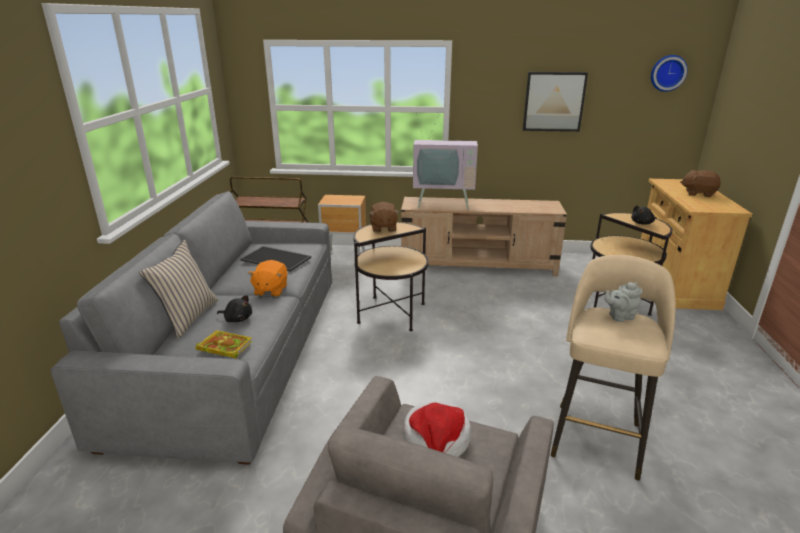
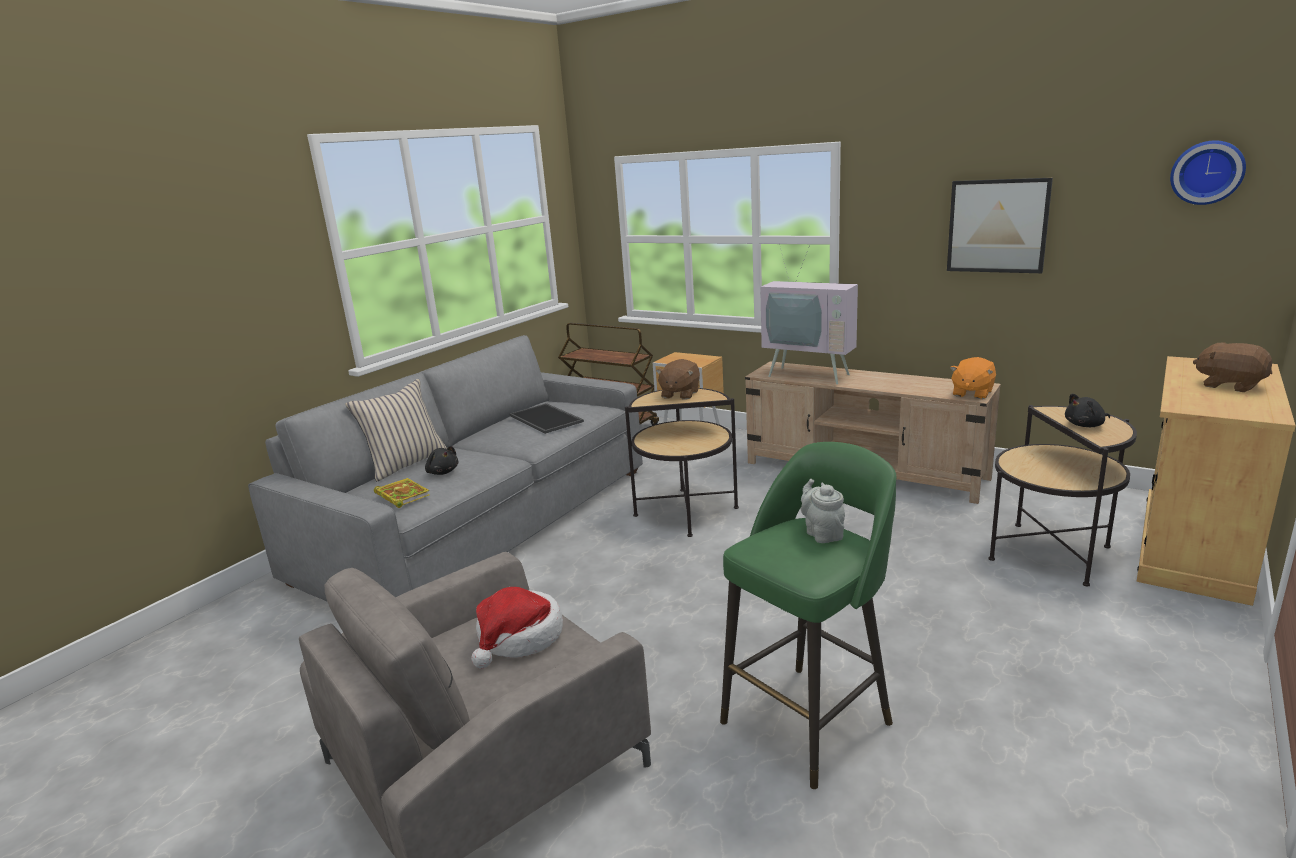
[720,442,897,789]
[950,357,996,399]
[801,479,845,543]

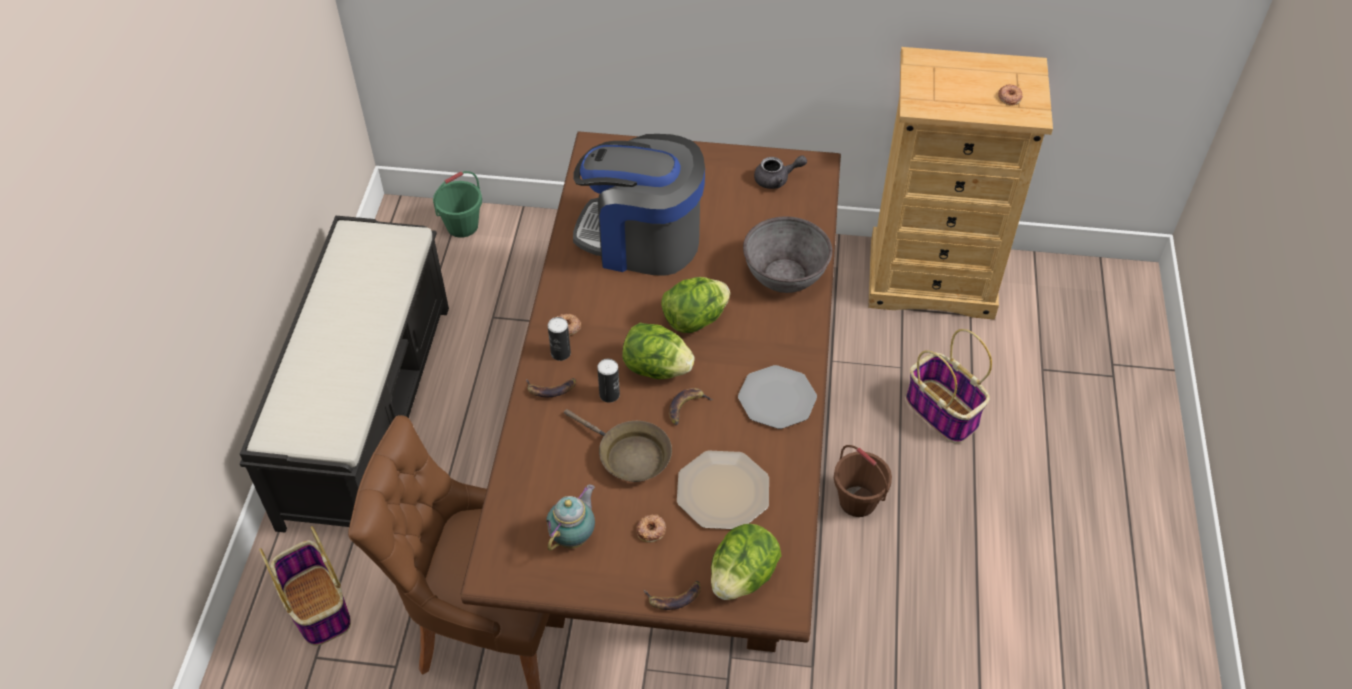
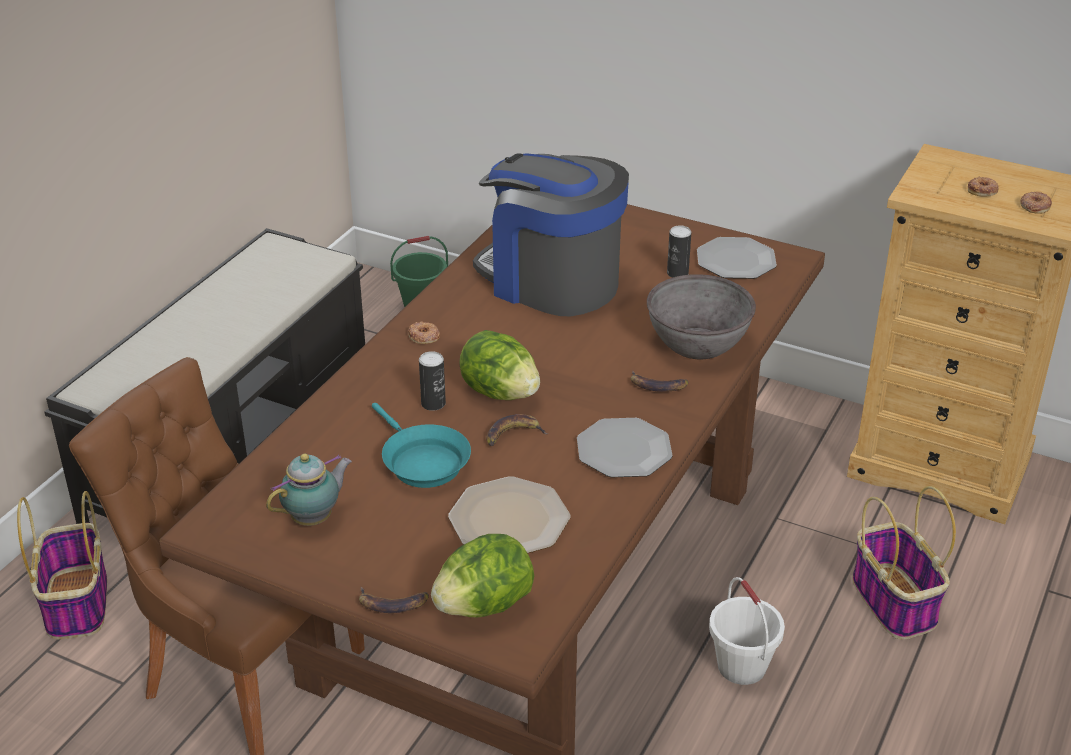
[697,237,777,279]
[661,277,730,333] (first image)
[667,225,691,278]
[631,371,689,392]
[372,403,471,488]
[709,577,785,685]
[968,177,999,197]

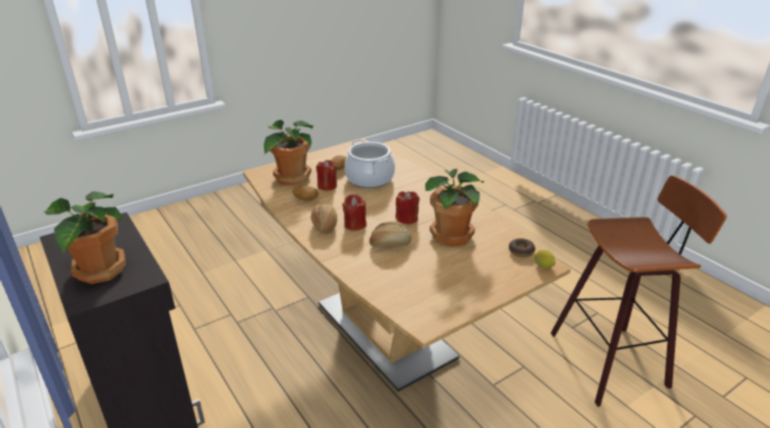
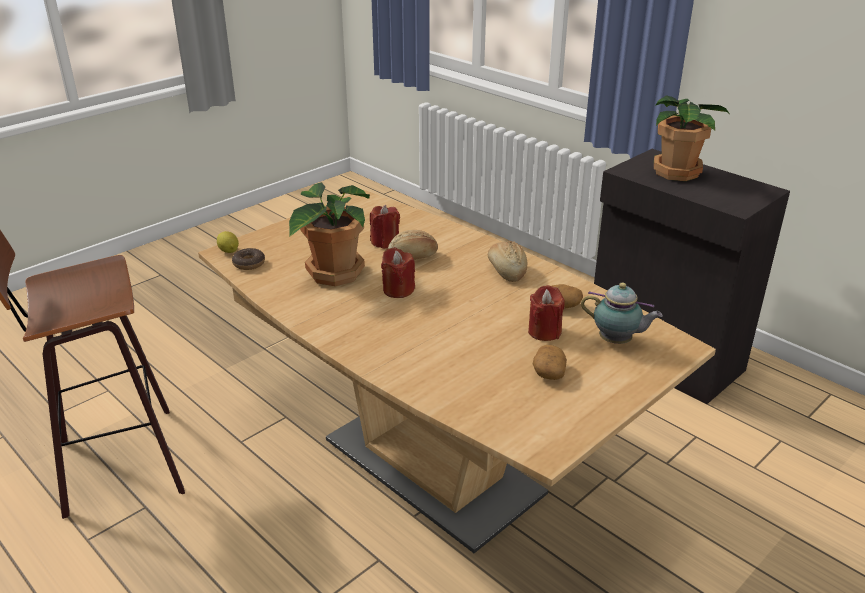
[581,282,663,344]
[344,139,395,188] (first image)
[370,205,400,249]

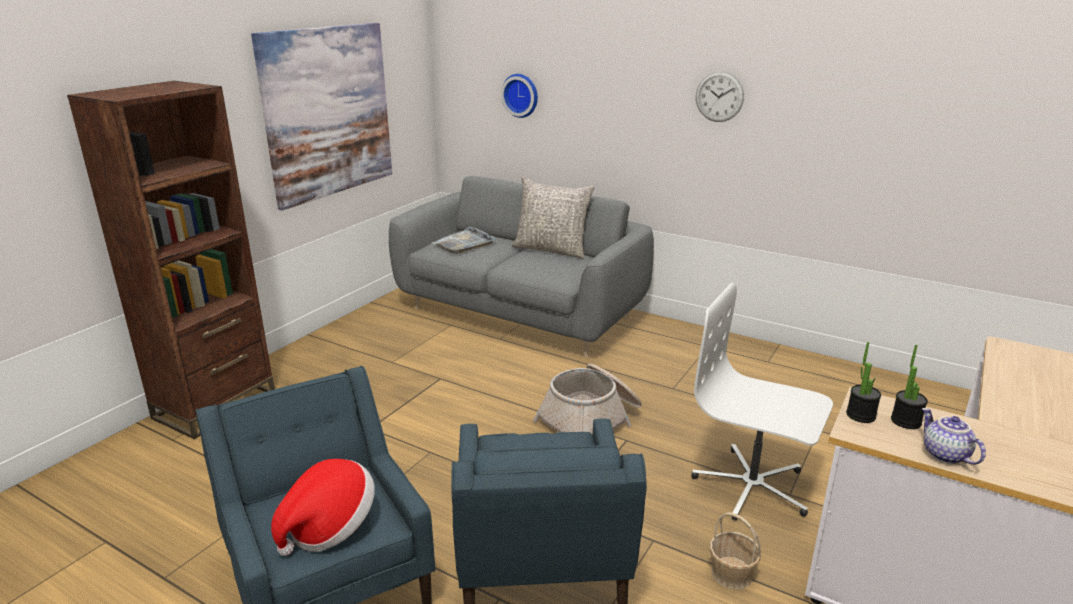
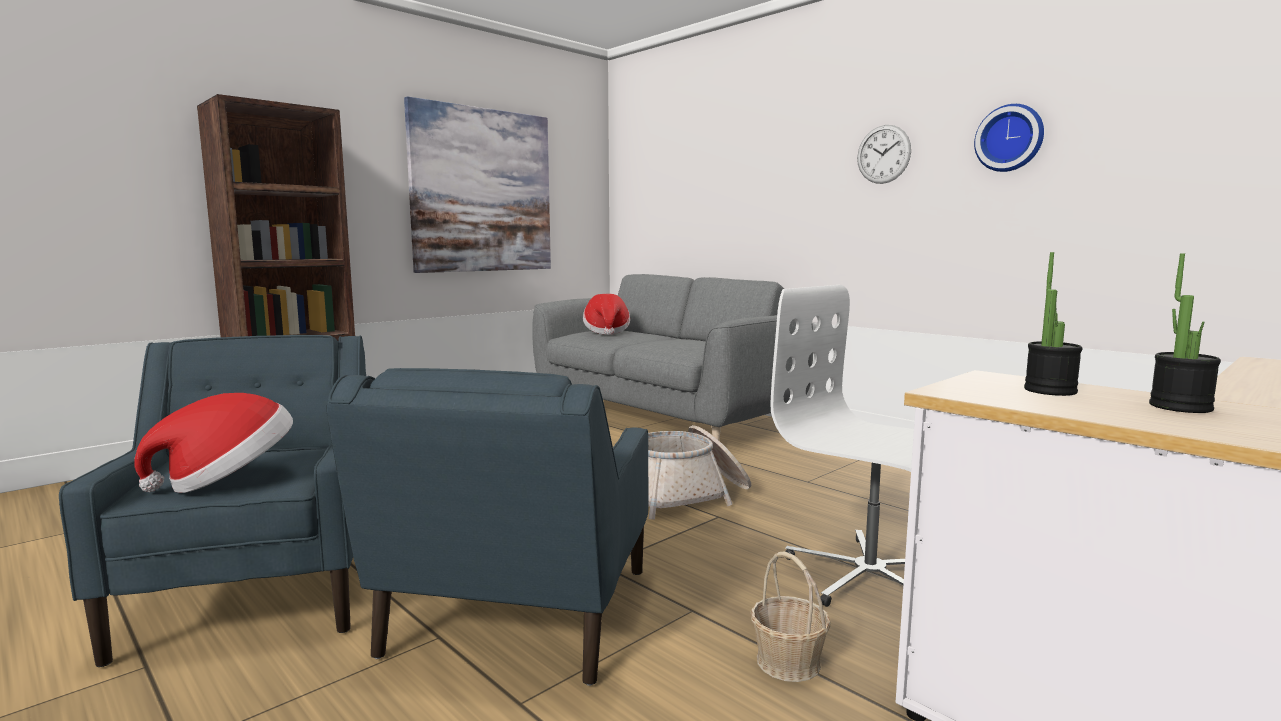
[974,104,1044,172]
[511,177,595,259] (first image)
[583,294,630,335]
[1149,253,1221,413]
[922,408,986,465] (first image)

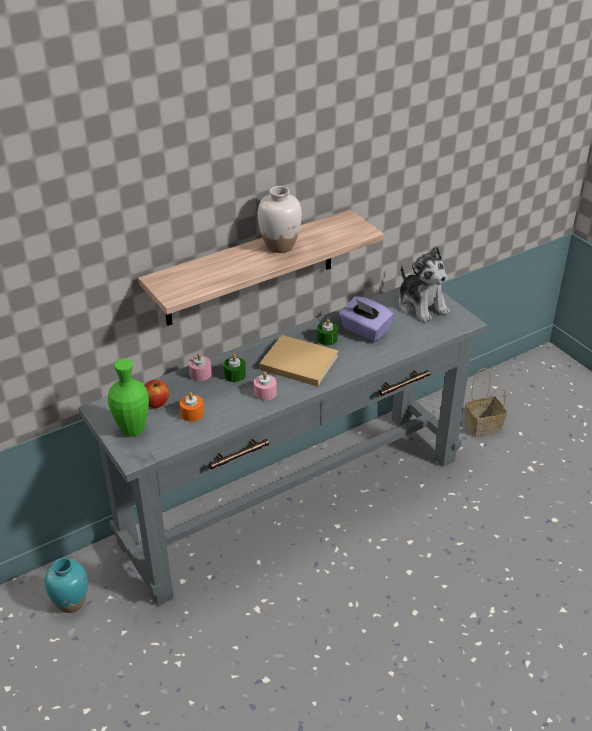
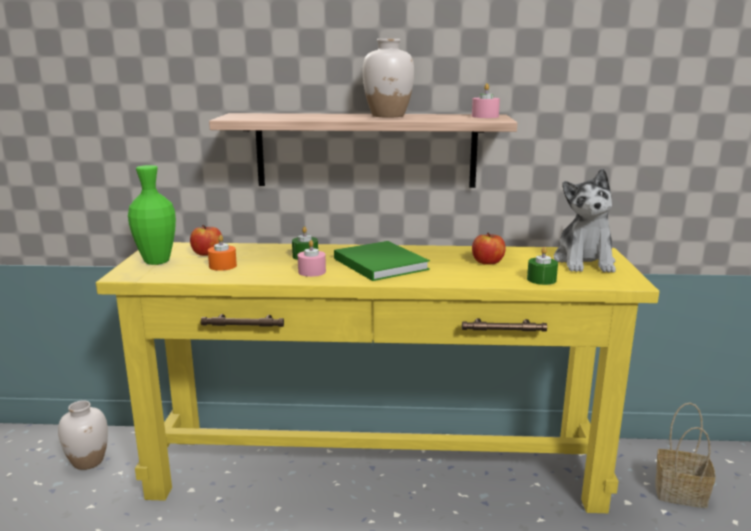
[96,242,659,513]
[472,233,506,265]
[527,247,558,285]
[334,241,430,281]
[472,83,500,118]
[58,400,108,470]

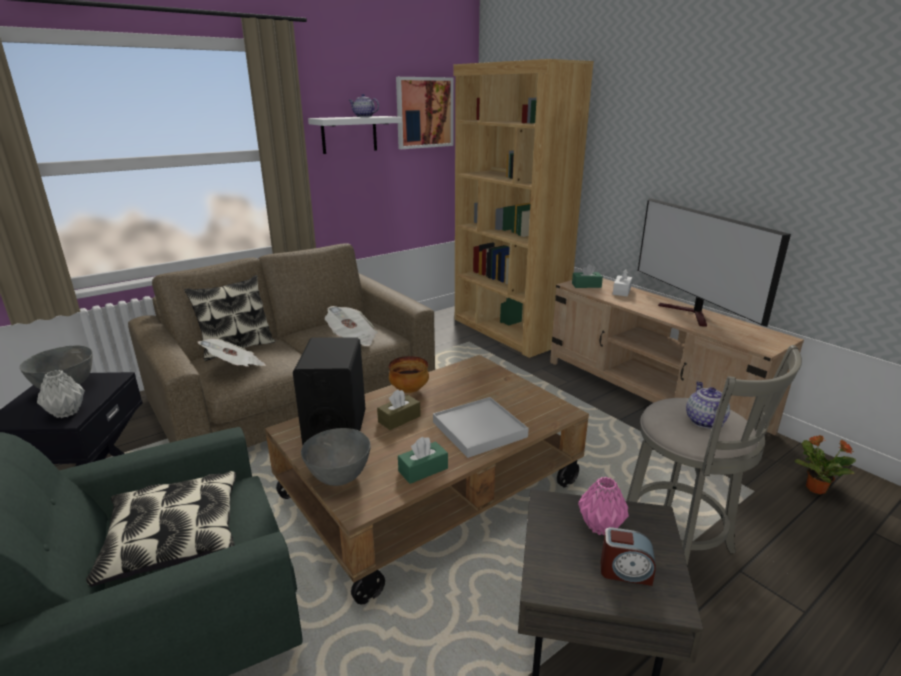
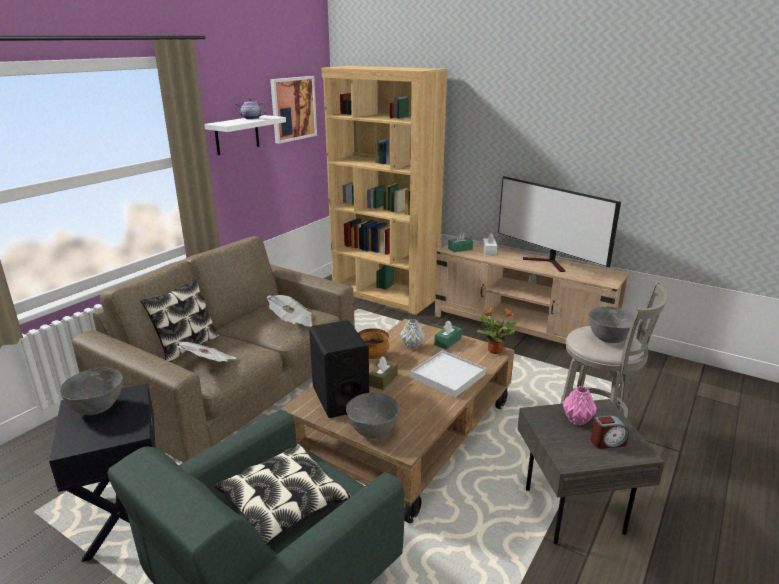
[400,319,425,350]
[589,306,639,343]
[476,308,517,354]
[434,321,462,350]

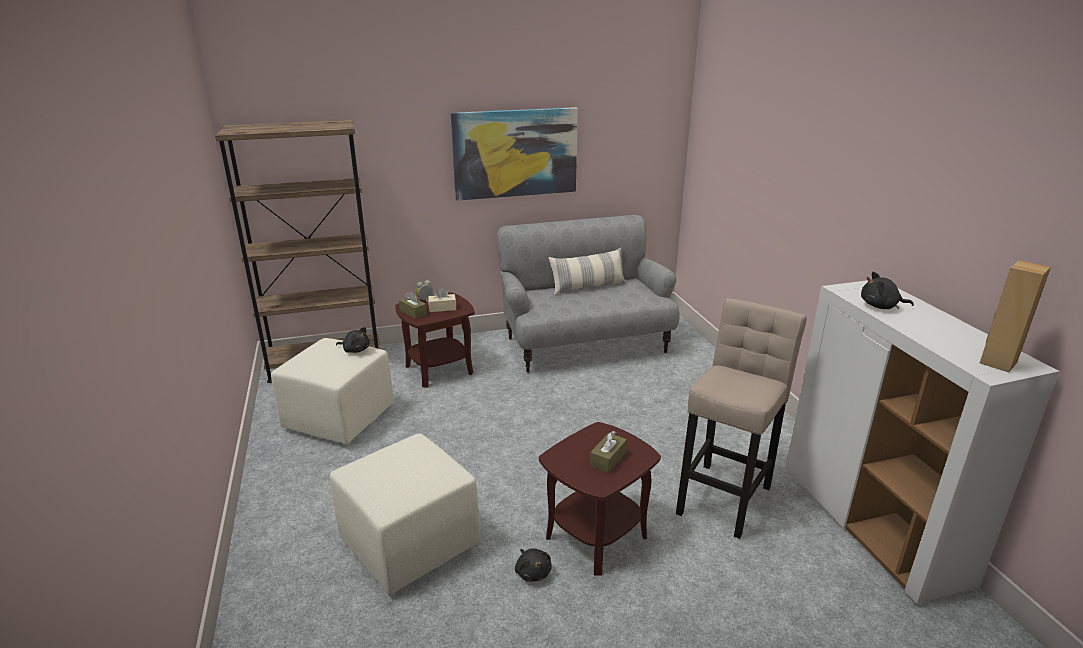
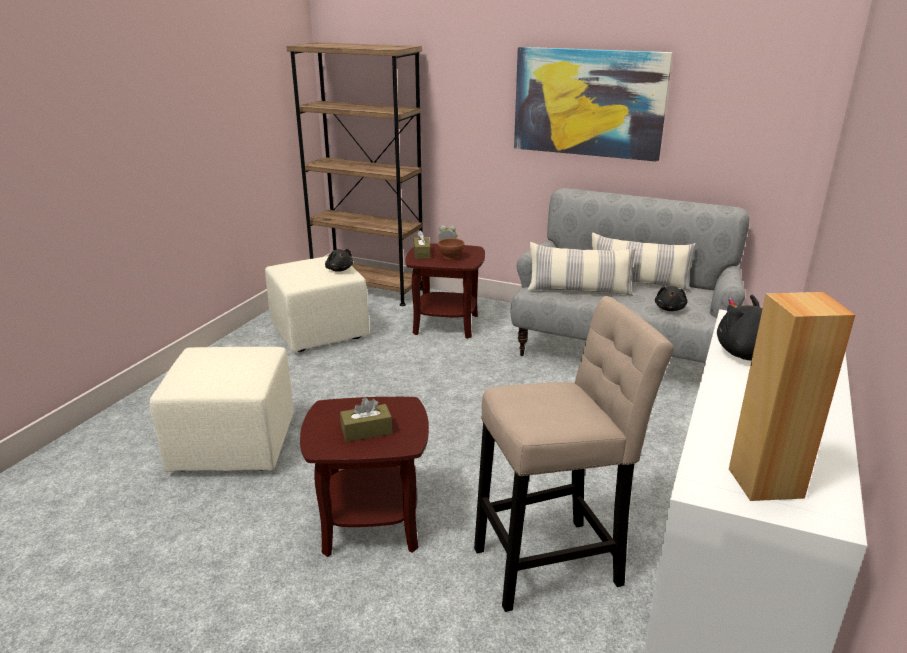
[438,238,464,260]
[655,286,687,311]
[527,242,636,296]

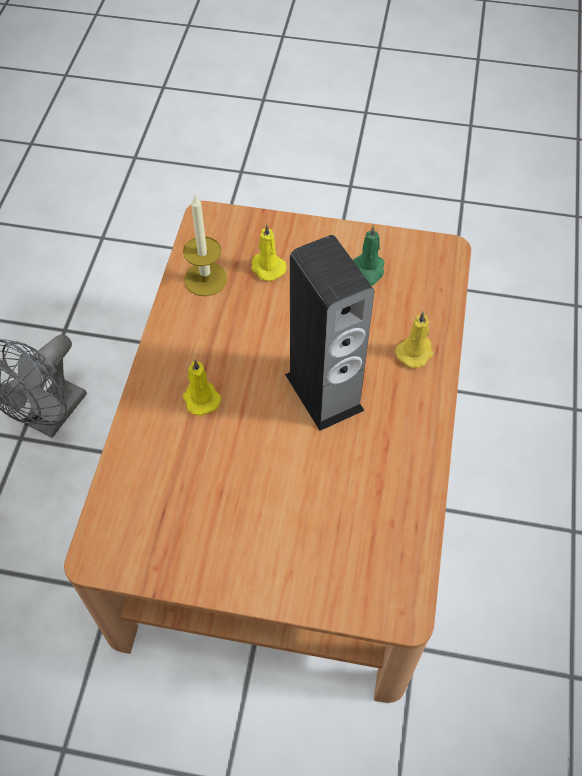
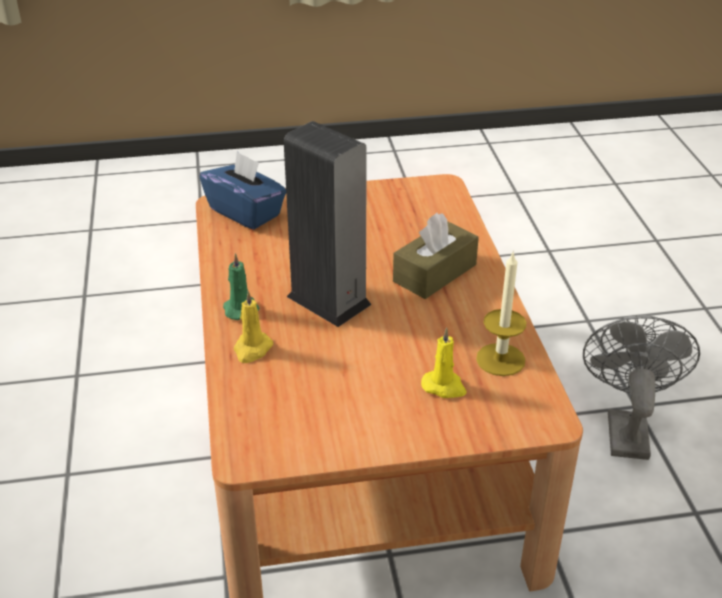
[223,253,260,320]
[393,213,479,299]
[199,151,286,230]

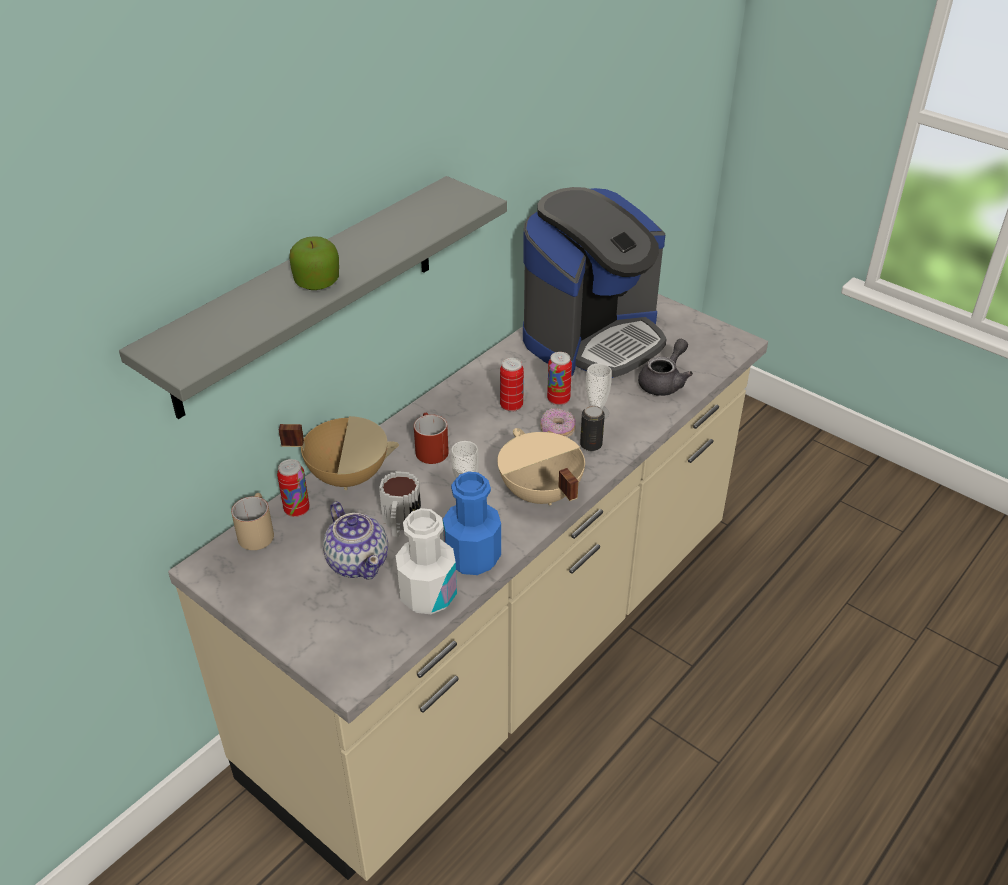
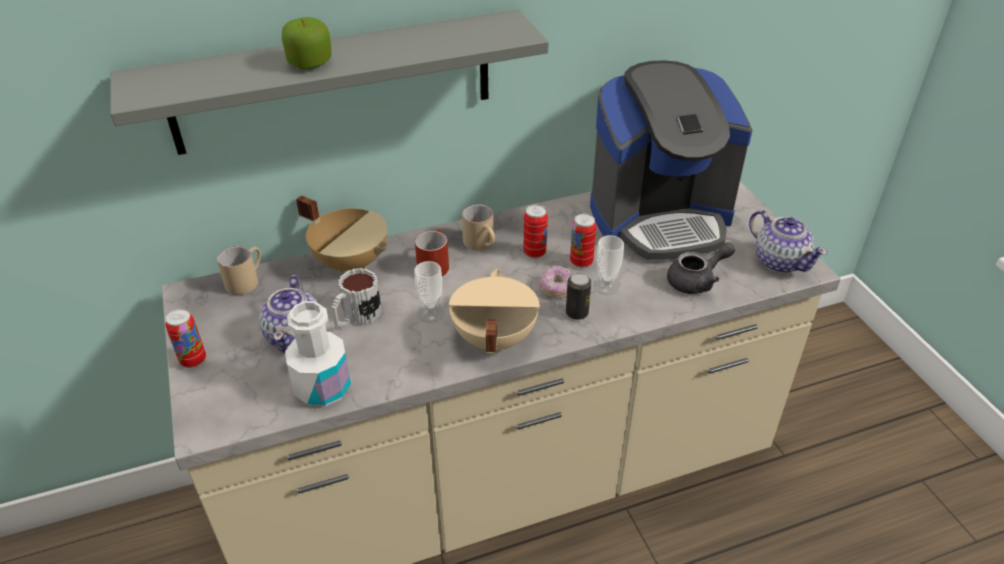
[165,309,206,368]
[443,472,501,575] (first image)
[462,204,495,250]
[749,210,828,273]

